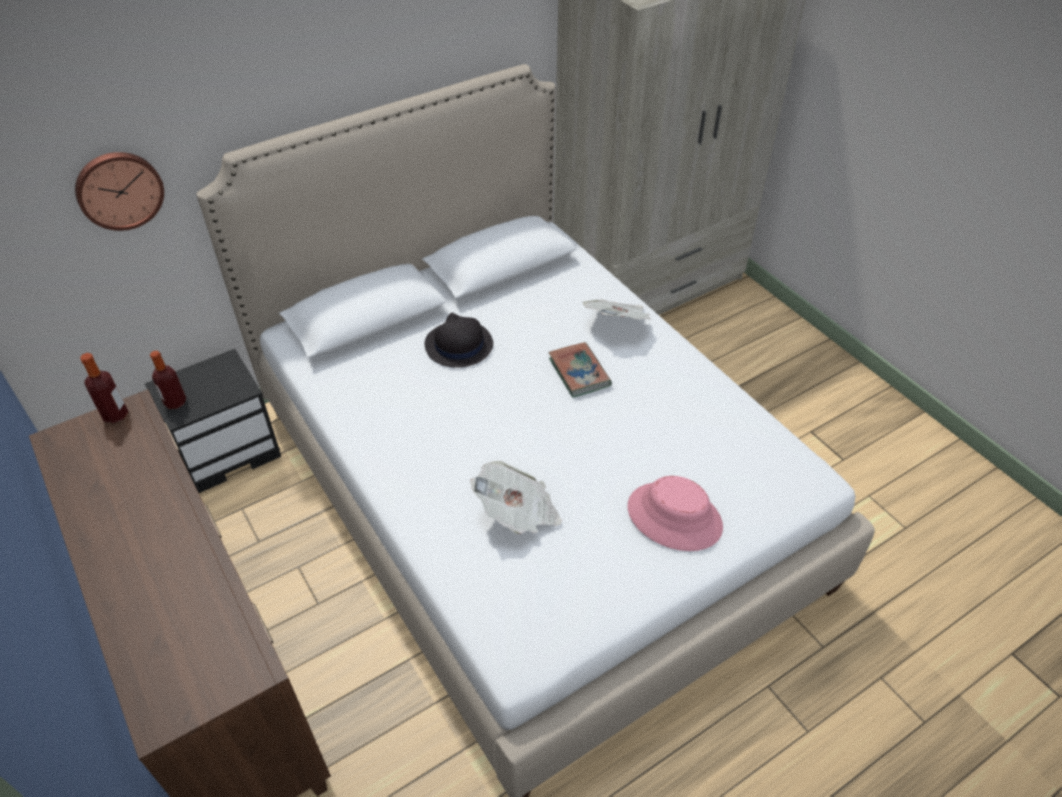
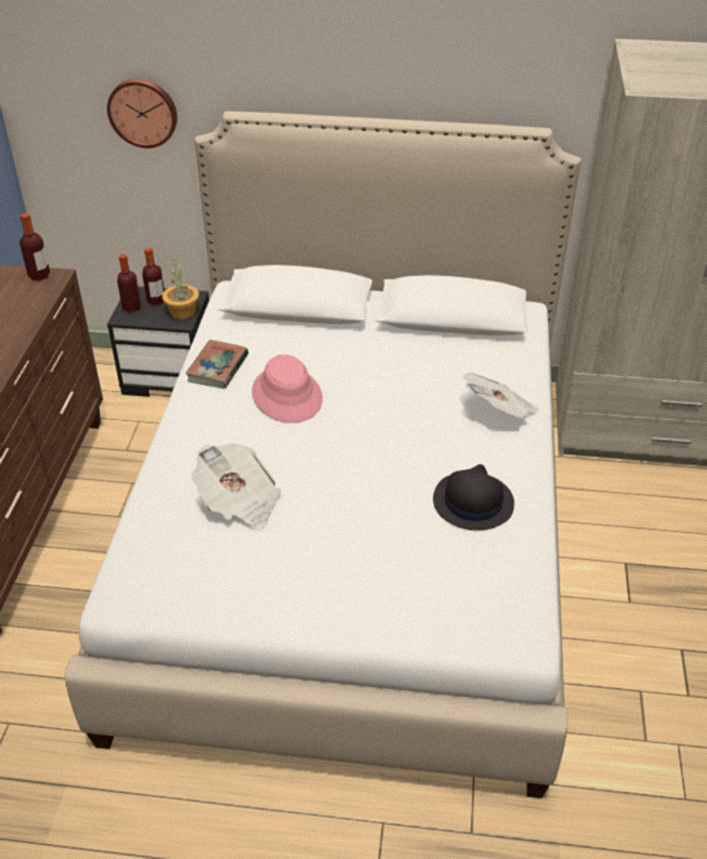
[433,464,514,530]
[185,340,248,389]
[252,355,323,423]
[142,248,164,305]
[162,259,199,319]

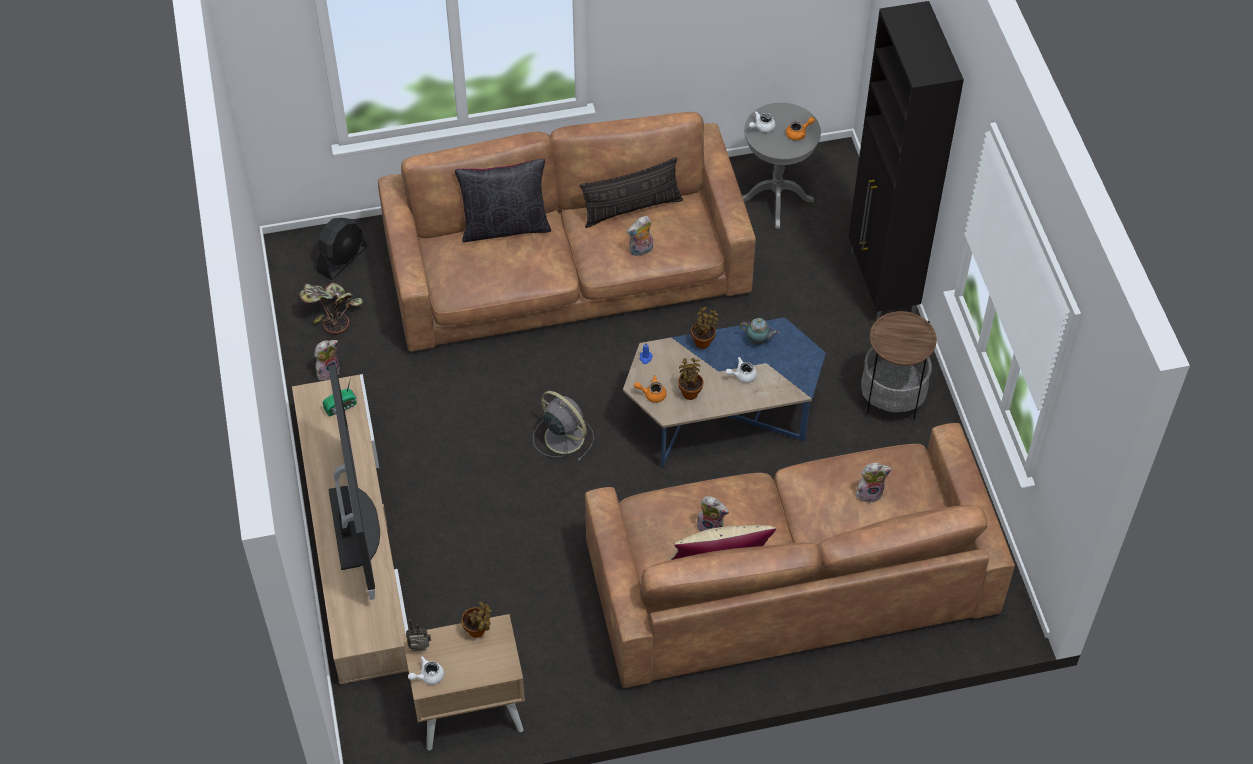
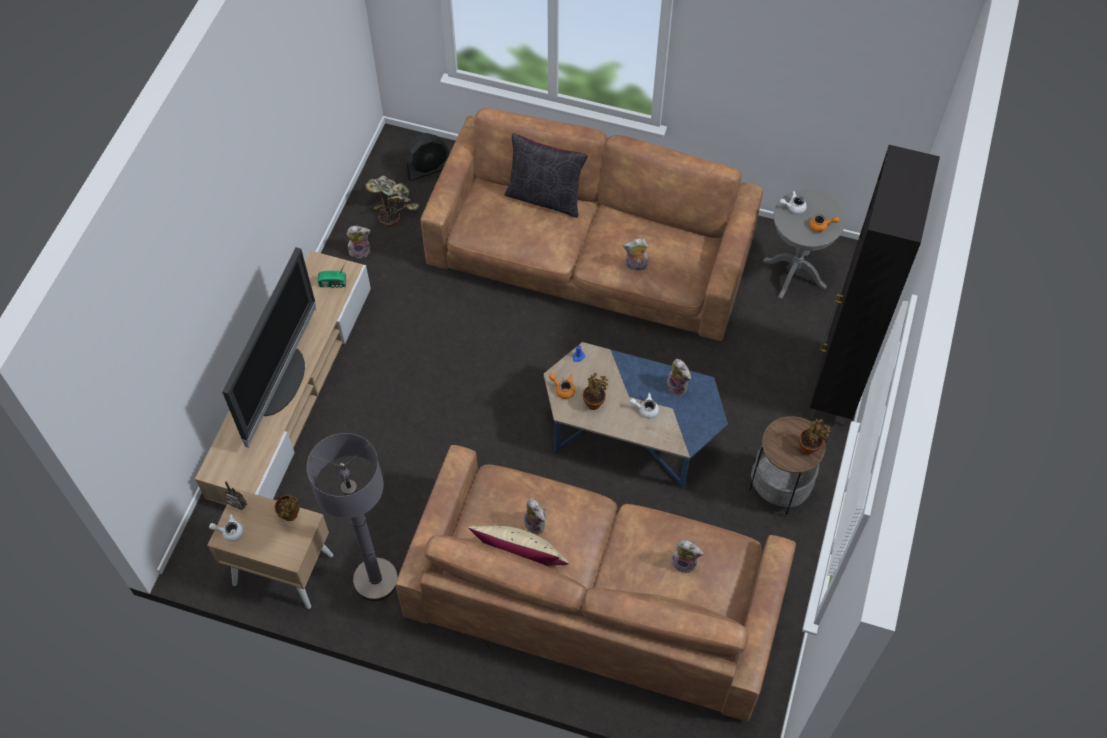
[580,157,683,228] (first image)
[799,419,831,454]
[667,359,691,396]
[533,391,594,461] (first image)
[307,433,398,601]

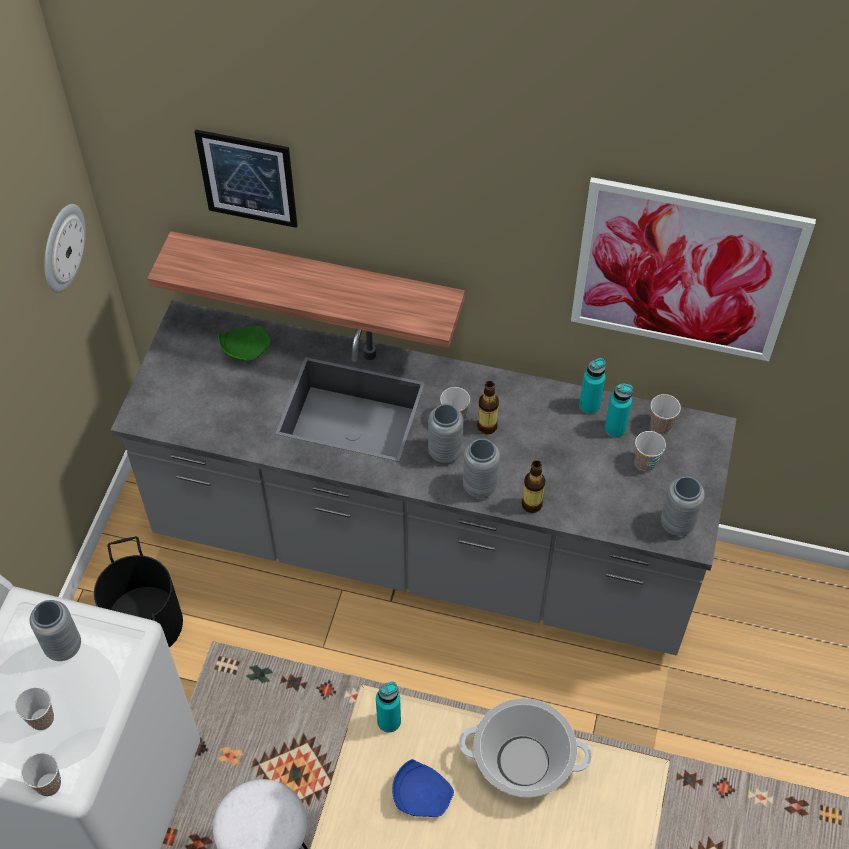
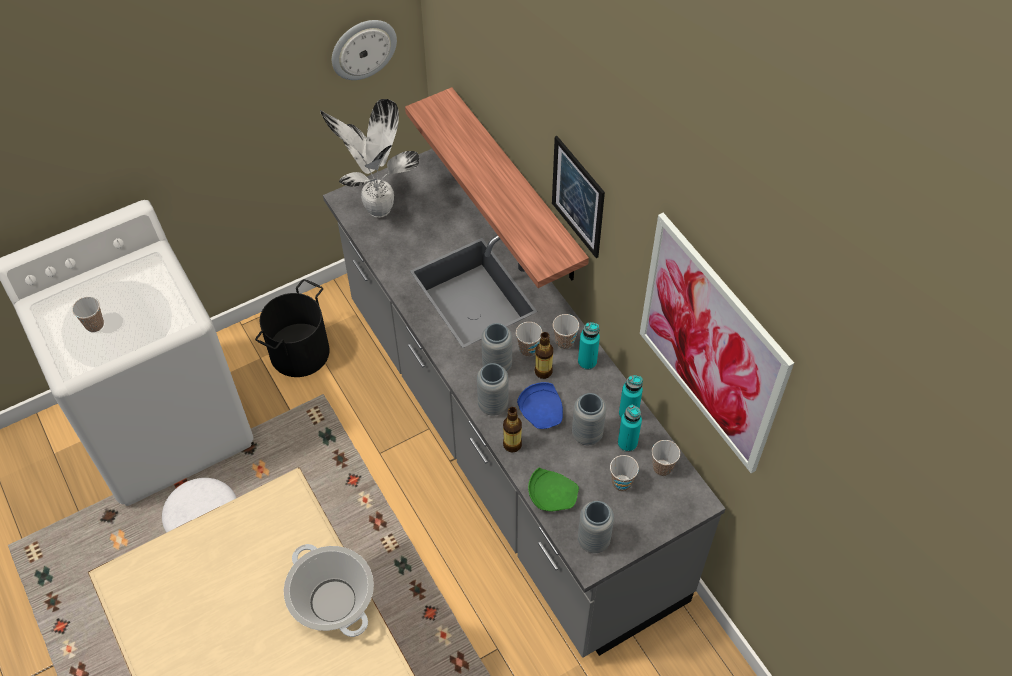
[552,136,605,258]
[528,467,579,511]
[572,393,606,445]
[578,322,600,370]
[553,314,579,349]
[517,382,563,429]
[320,99,419,218]

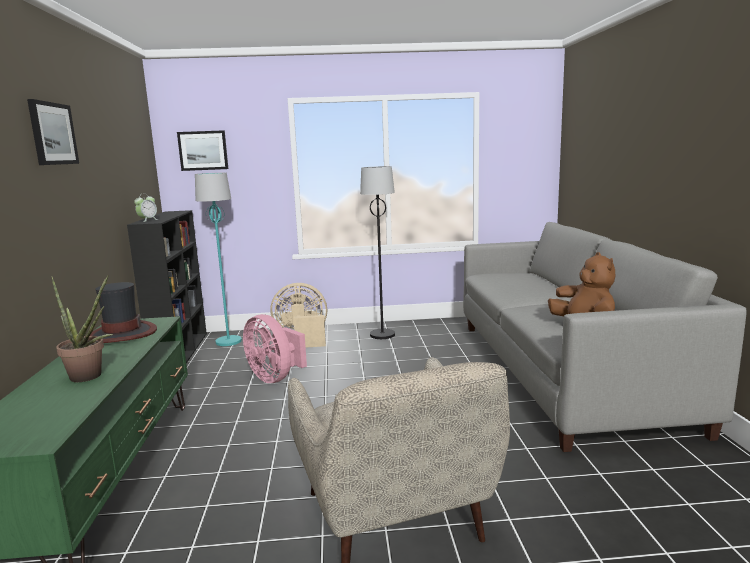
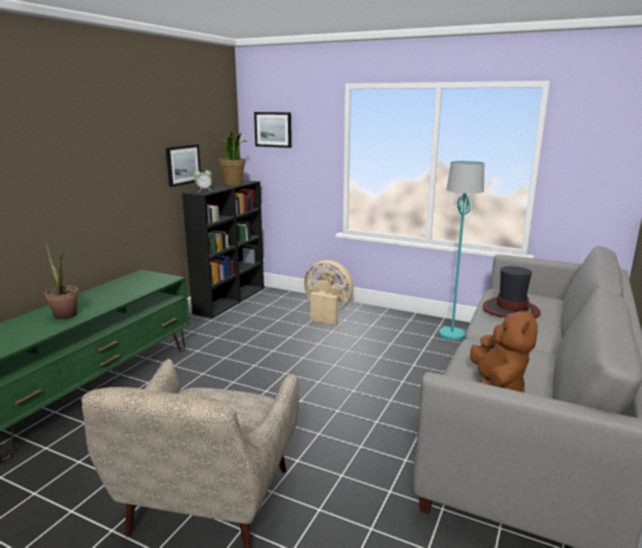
[166,144,201,187]
[360,166,395,339] (first image)
[439,161,484,340]
[482,266,541,318]
[243,314,307,383] (first image)
[219,132,247,186]

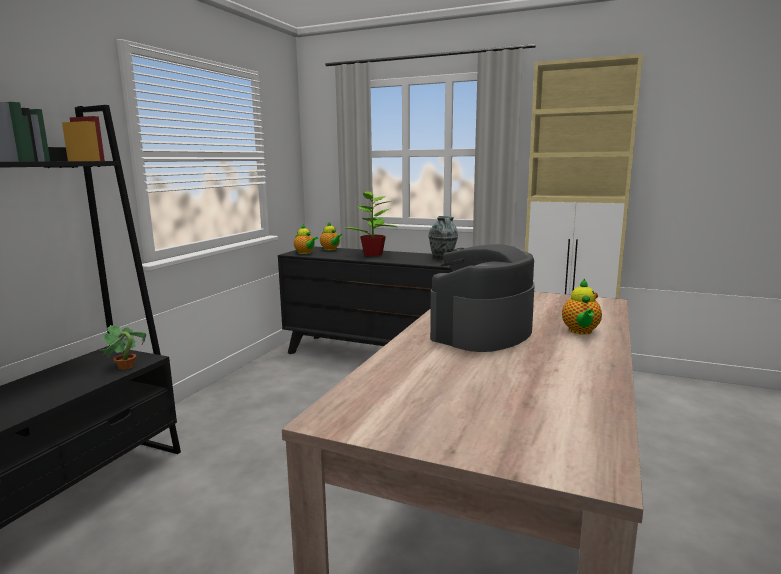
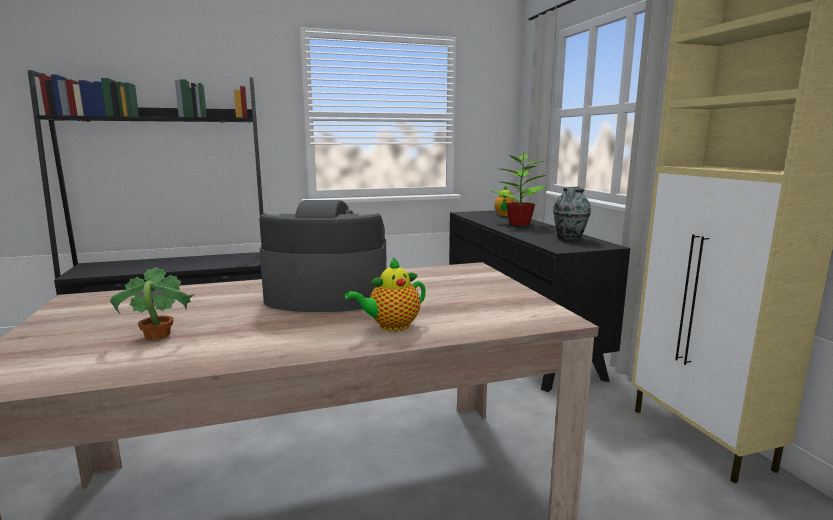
[294,224,318,254] (first image)
[110,267,194,340]

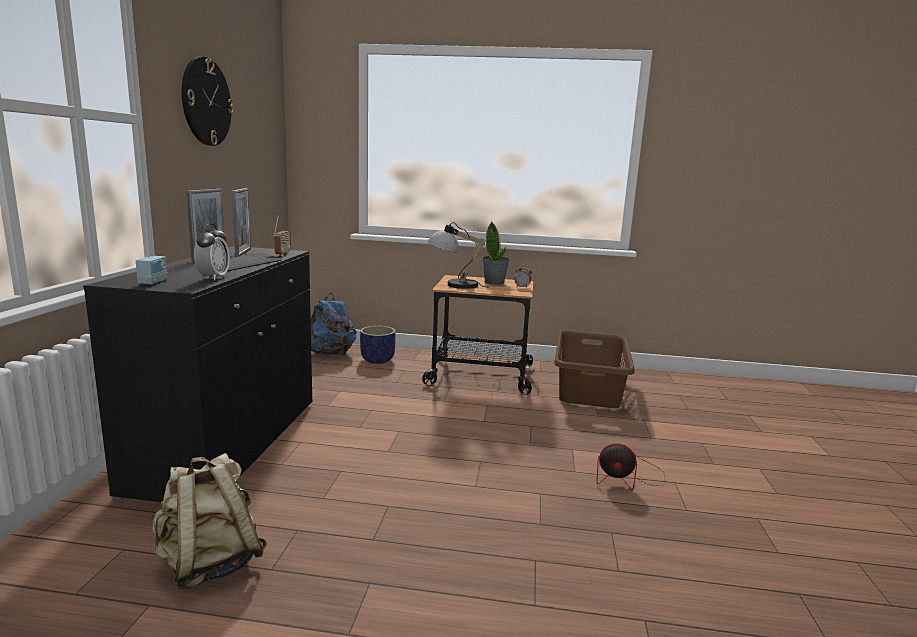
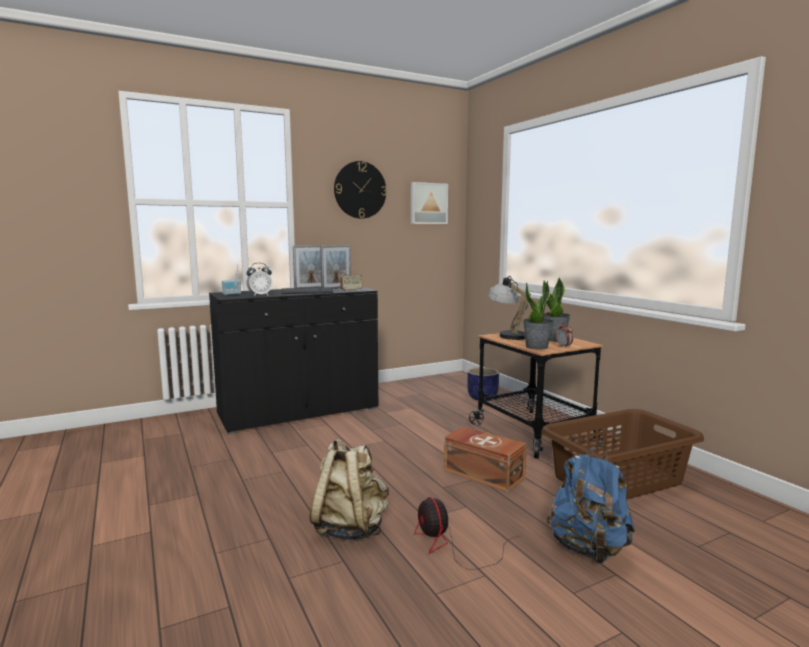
[547,445,635,563]
[309,438,389,540]
[411,182,448,224]
[523,280,554,350]
[444,427,527,492]

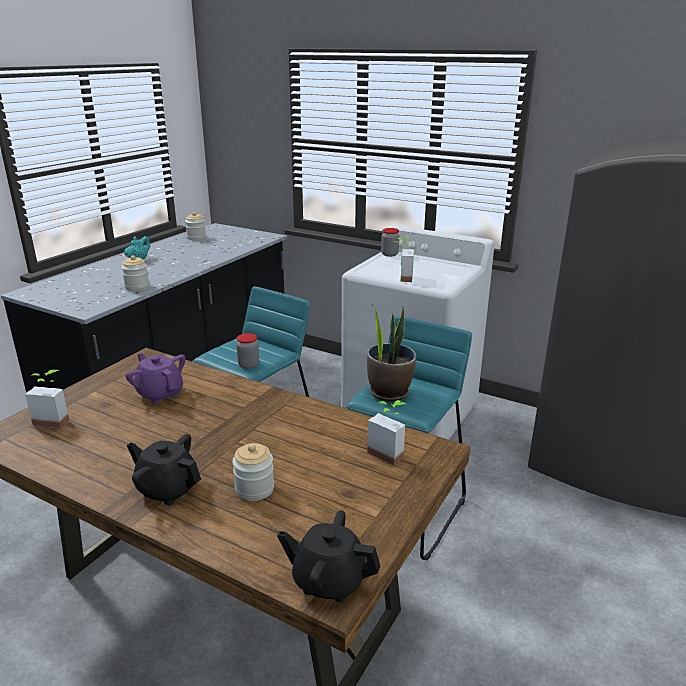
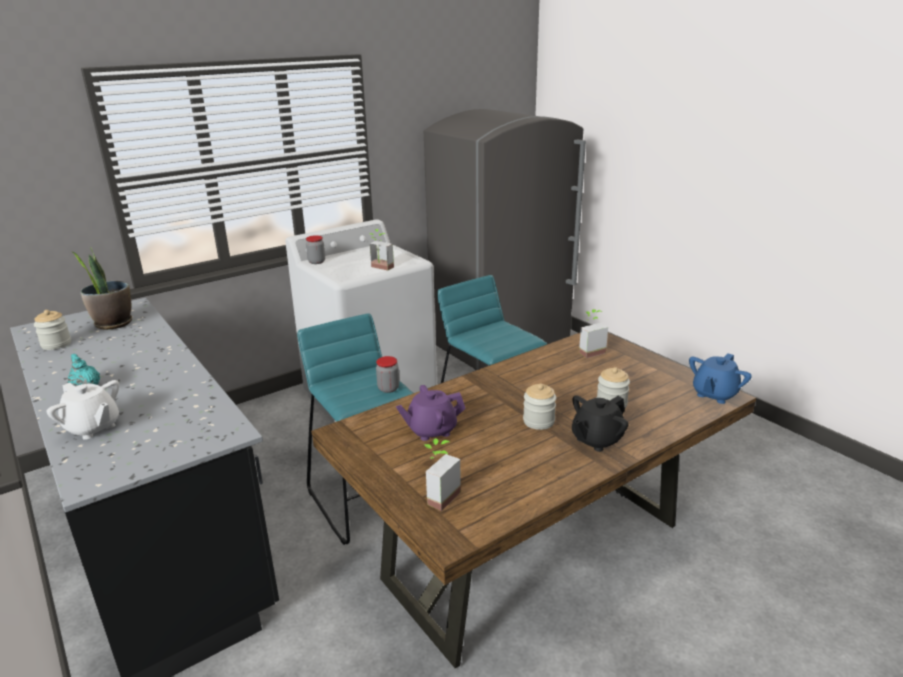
[523,383,556,430]
[71,247,132,330]
[689,354,752,404]
[47,380,119,440]

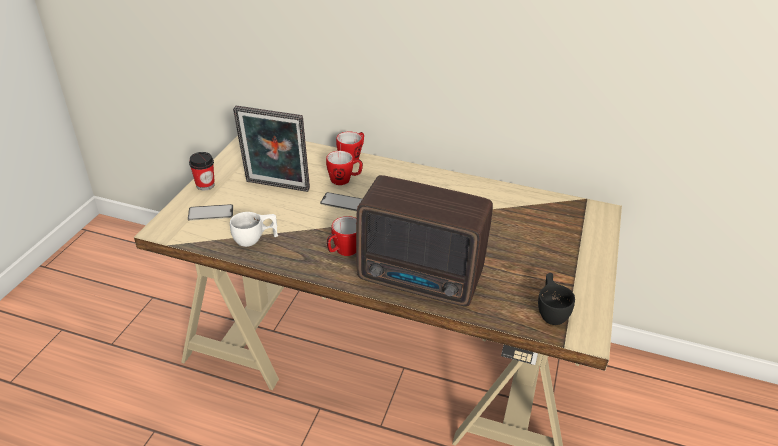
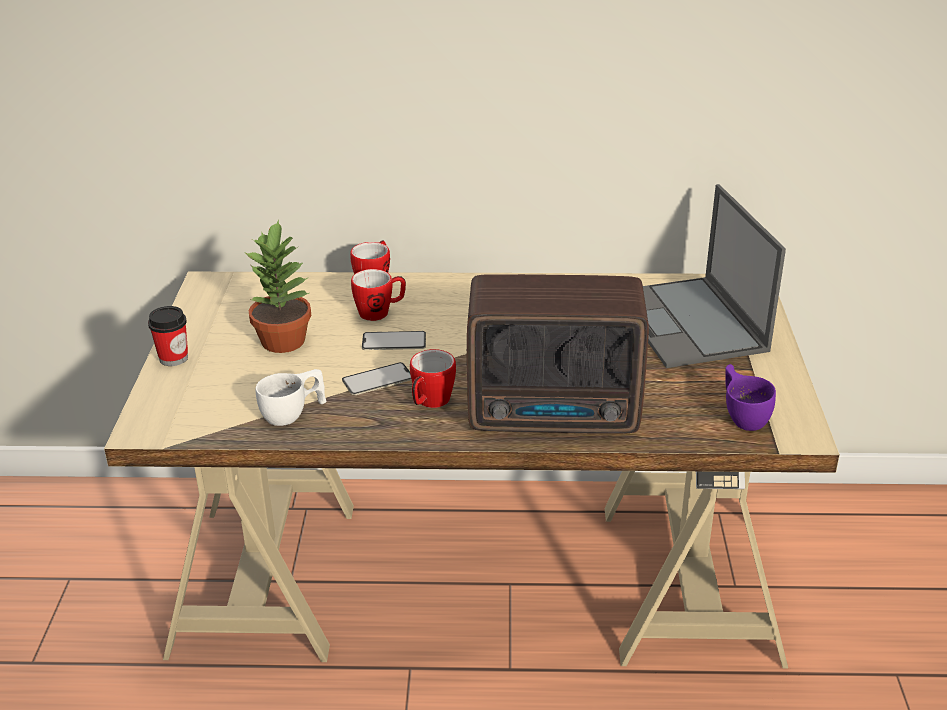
[244,219,311,353]
[342,362,412,395]
[725,364,776,431]
[643,184,786,368]

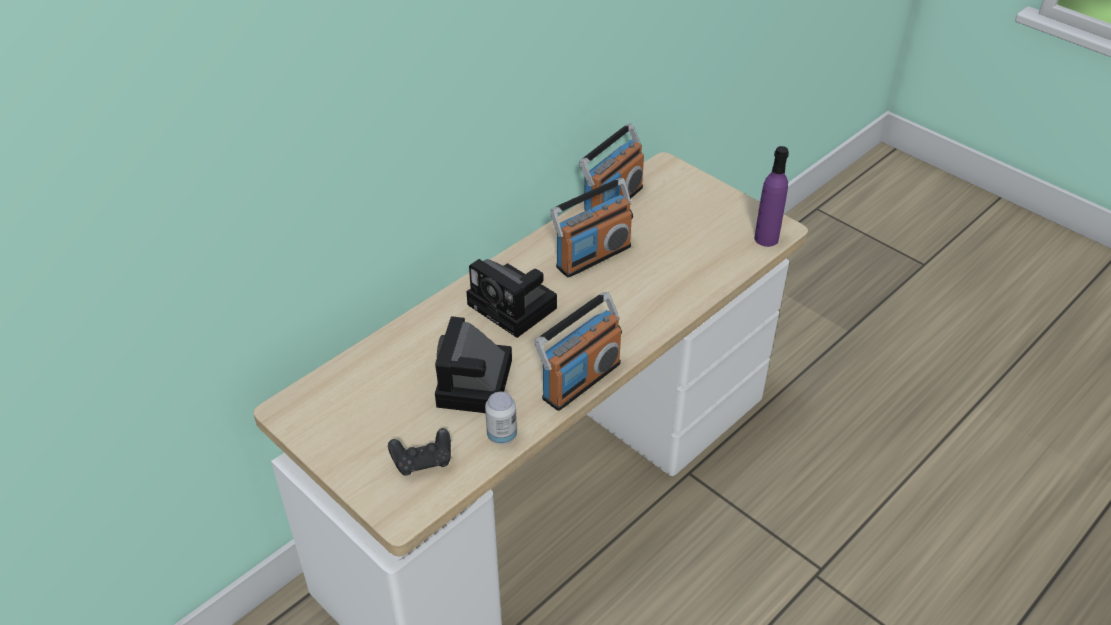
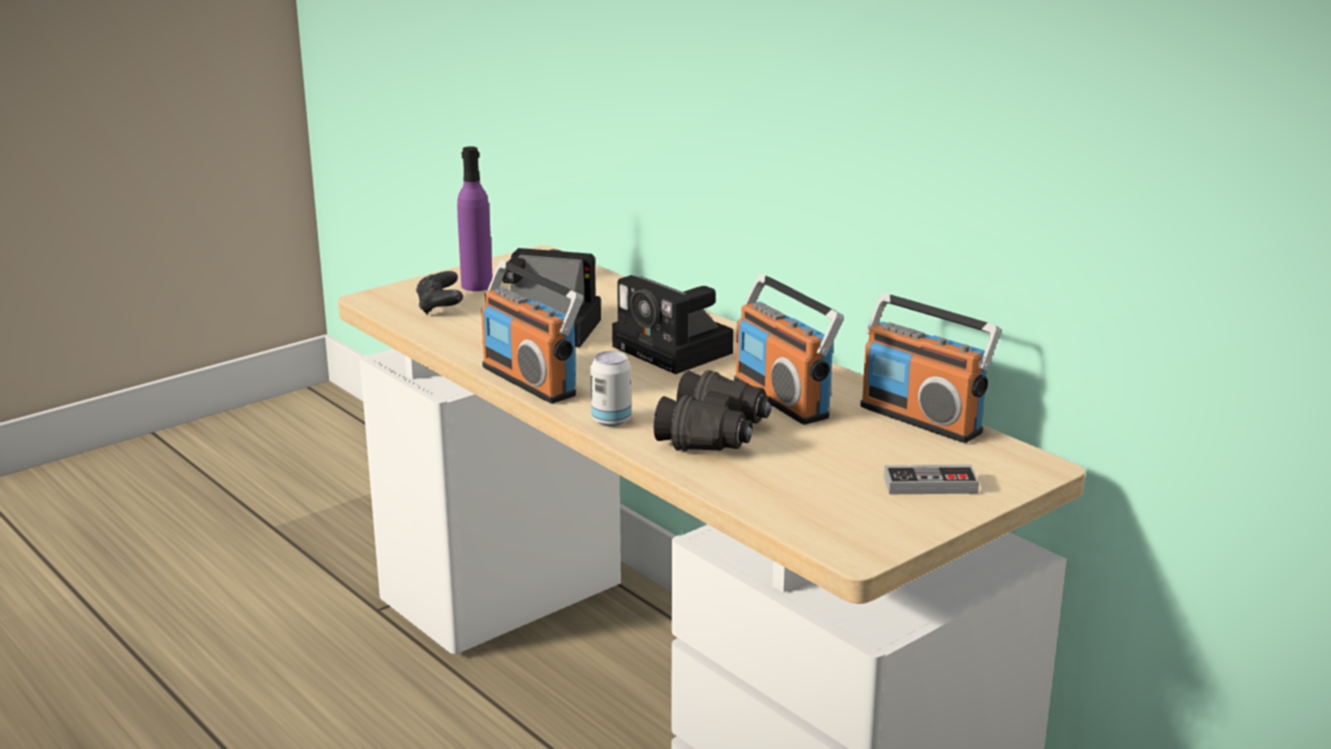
[457,146,493,291]
[612,275,733,374]
[590,351,631,427]
[654,370,772,451]
[884,464,979,494]

